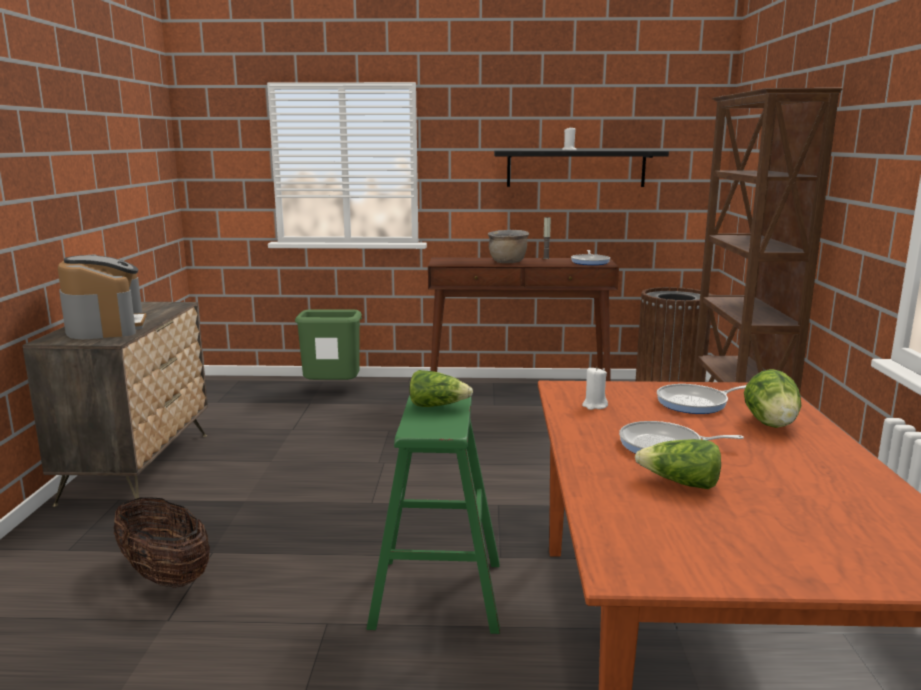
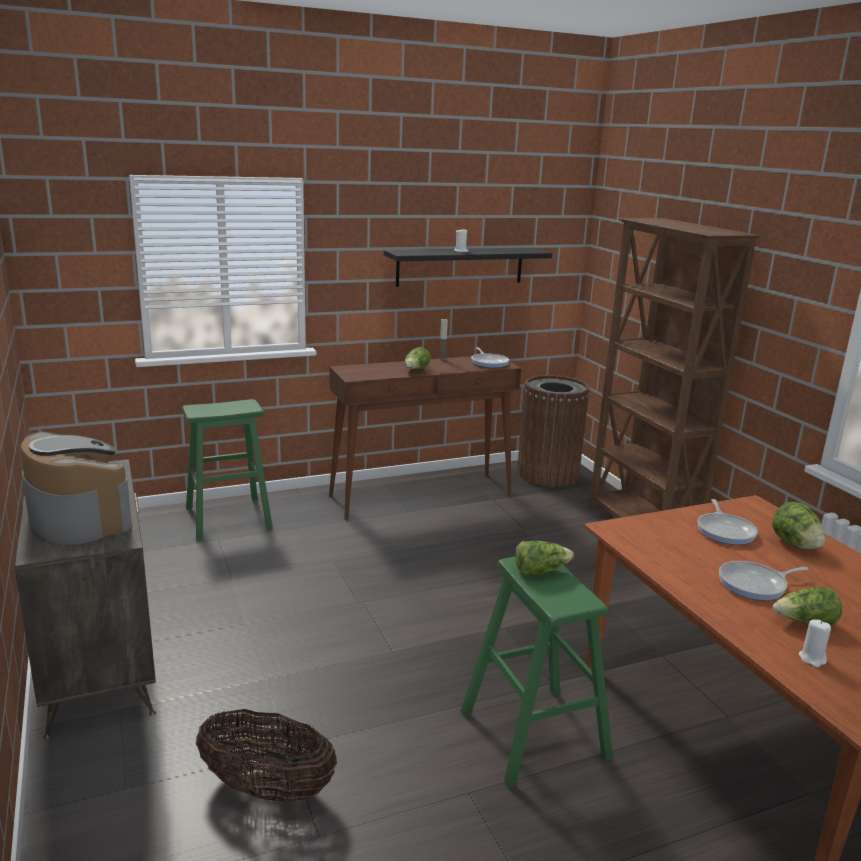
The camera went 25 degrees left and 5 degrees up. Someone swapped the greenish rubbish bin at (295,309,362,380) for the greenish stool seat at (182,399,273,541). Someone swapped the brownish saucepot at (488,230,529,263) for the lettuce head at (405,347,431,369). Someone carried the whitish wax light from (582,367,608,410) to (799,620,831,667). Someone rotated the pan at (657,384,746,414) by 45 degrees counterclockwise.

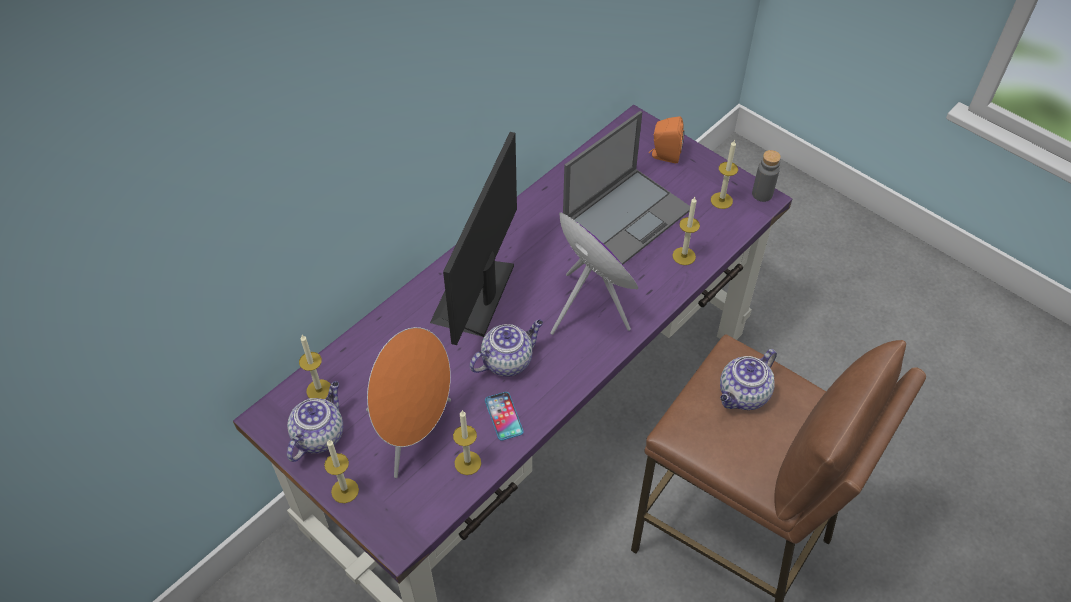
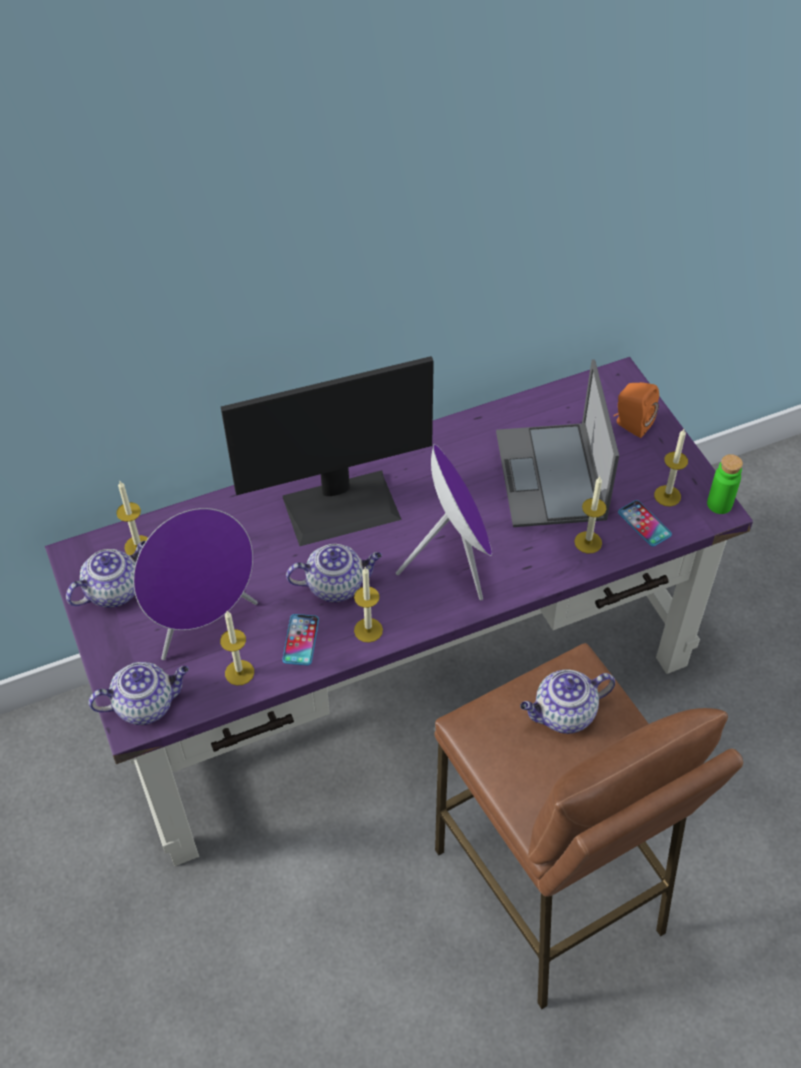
The camera went 25 degrees right and 0 degrees up. Someone carried the wax light from (324,440,359,503) to (354,567,383,643). Someone repainted the orange loudspeaker at (366,327,451,478), which became the purple loudspeaker at (133,508,258,660). Someone rotated the monitor at (430,132,517,345) by 150 degrees counterclockwise. Someone rotated the laptop at (563,111,690,265) by 105 degrees clockwise. Someone repainted the gray beverage bottle at (752,150,781,202), which became the greenish beverage bottle at (707,454,743,514). Someone put down the pot for tea at (88,662,189,725). Someone put down the phone at (618,500,672,546).

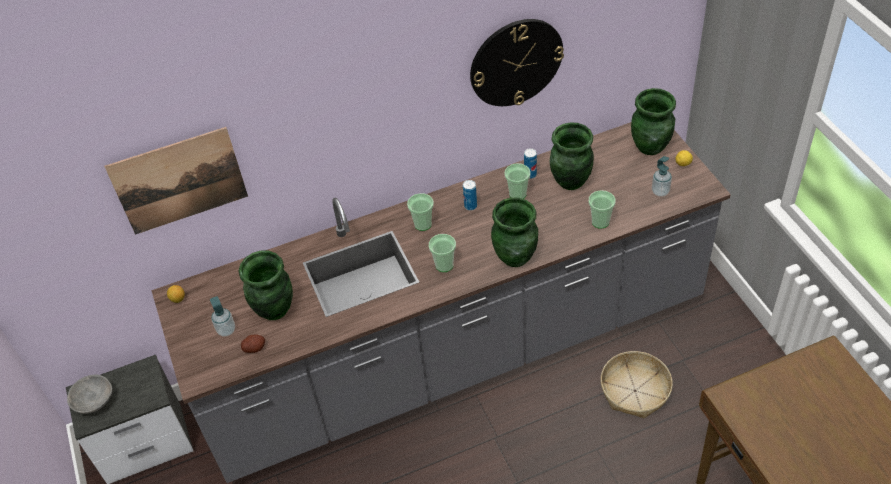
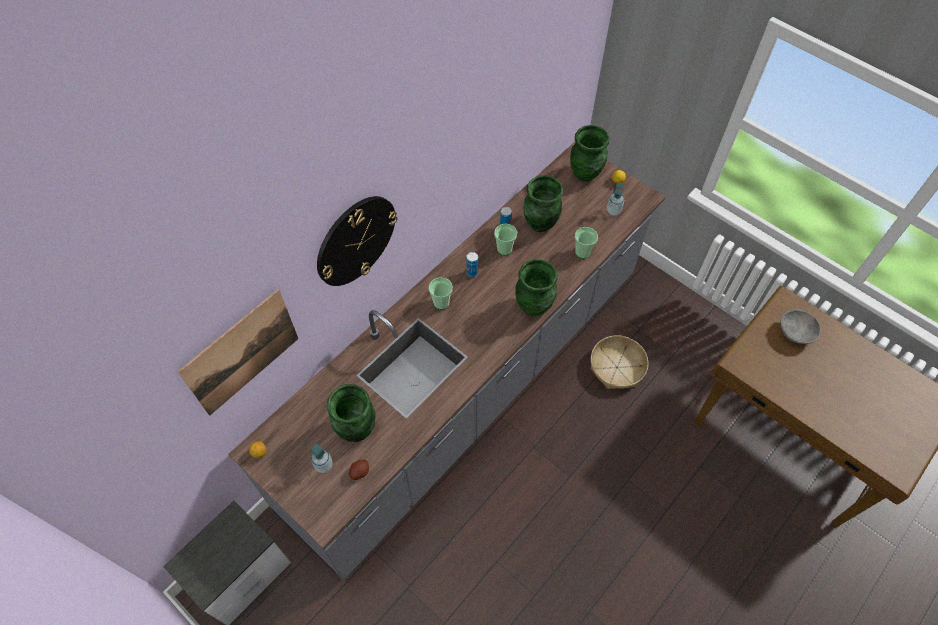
The camera went 30 degrees left and 10 degrees up. Someone carried the gray bowl from (67,375,112,414) to (780,309,821,344). Someone took away the small cup at (429,234,456,272). Someone carried the hanging clock from (470,19,564,106) to (317,196,397,286).

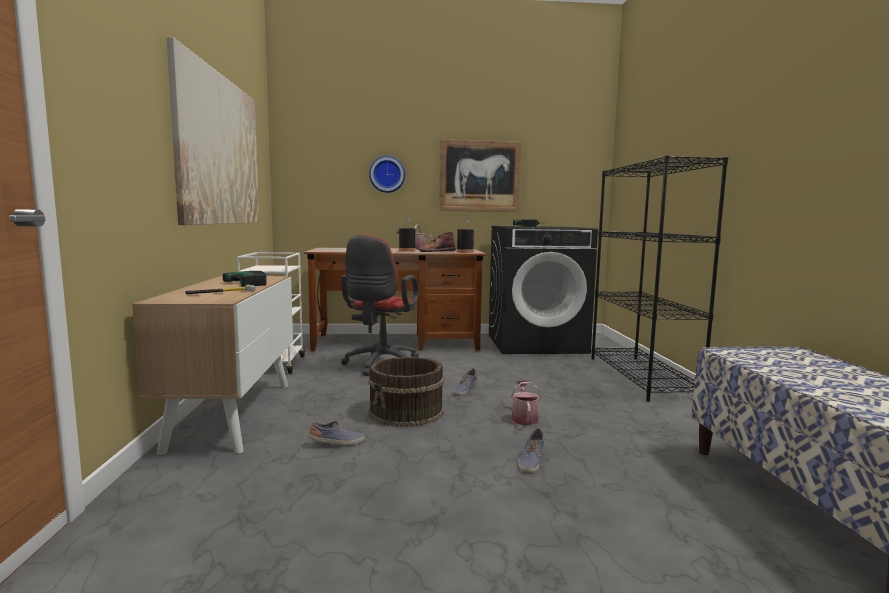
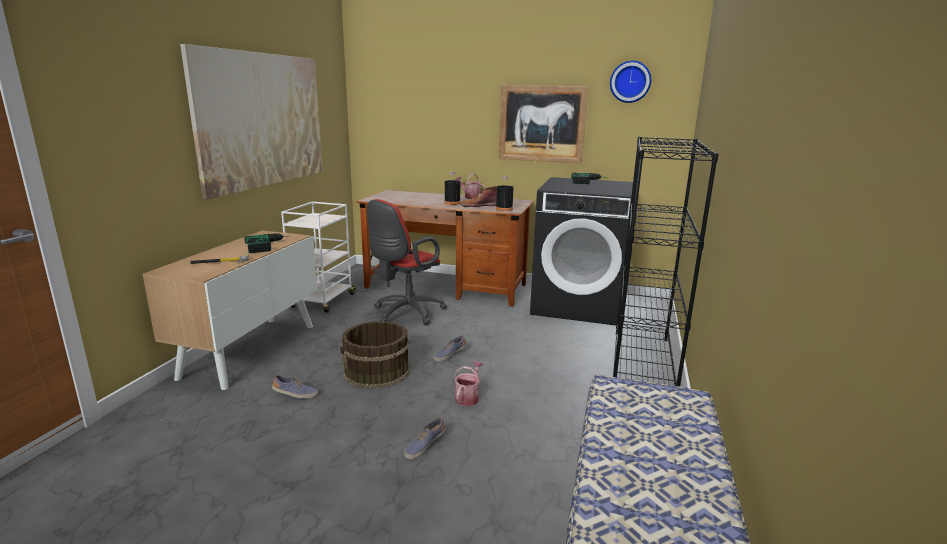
The camera went 20 degrees right and 10 degrees up. Someone carried the hanging clock from (369,156,405,193) to (610,61,651,103).

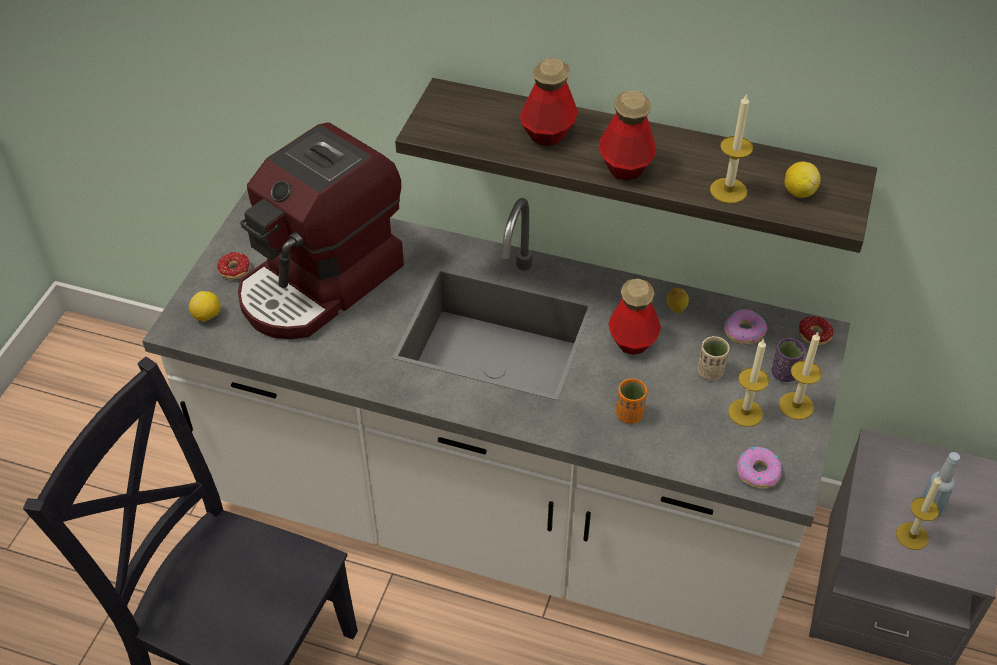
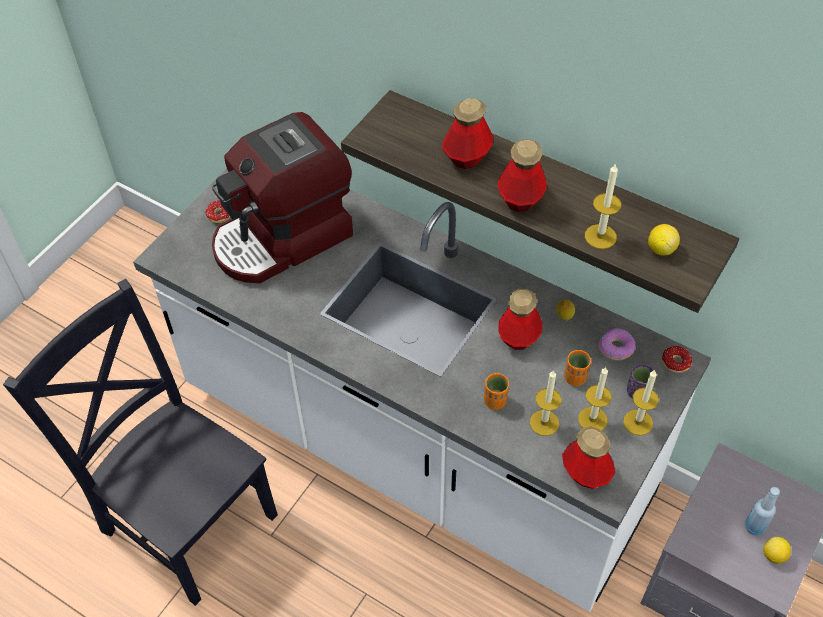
The camera went 15 degrees right and 5 degrees up. Someone carried the whole lemon from (189,291,221,322) to (763,537,791,564). Someone repainted the beige small cup at (697,336,730,380), which became the orange small cup at (564,350,591,386). Someone swapped the donut at (737,447,782,488) for the beverage bottle at (562,426,615,488). Someone carried the wax light from (896,477,941,550) to (530,370,562,436).

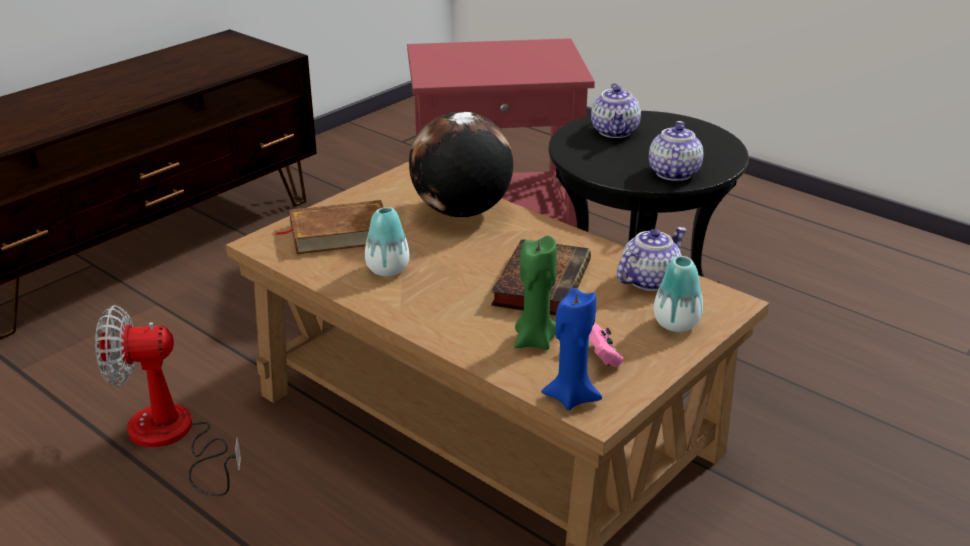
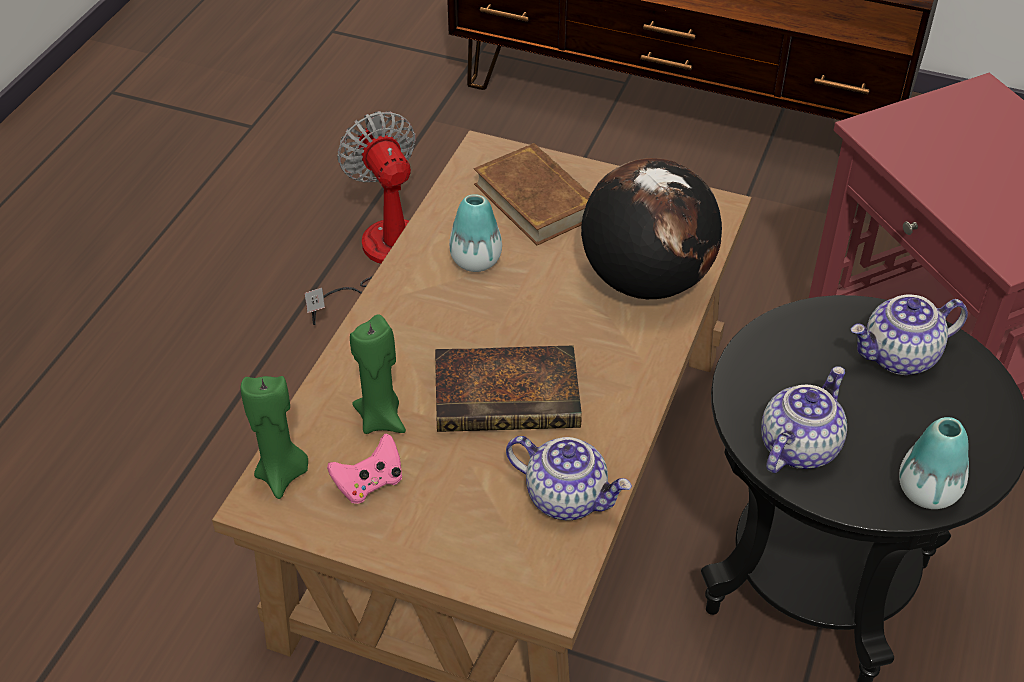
The camera went 70 degrees right and 15 degrees up. Someone repainted the blue wax light at (541,288,602,410), which became the greenish wax light at (241,376,308,499). Someone rotated the pot for tea at (649,121,703,181) by 45 degrees counterclockwise. Someone carried the vase from (654,256,703,332) to (899,417,969,509).

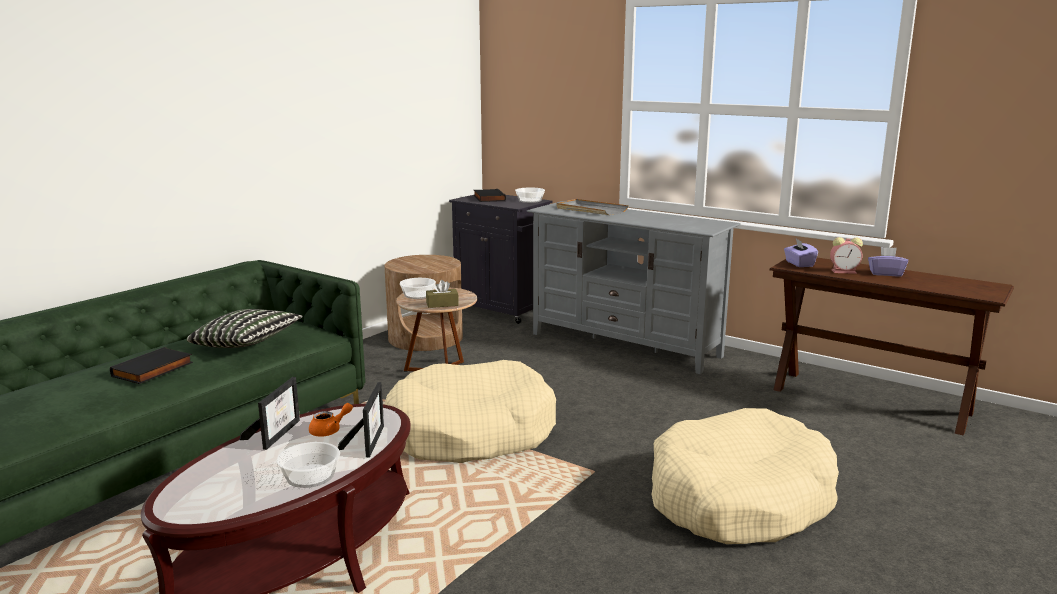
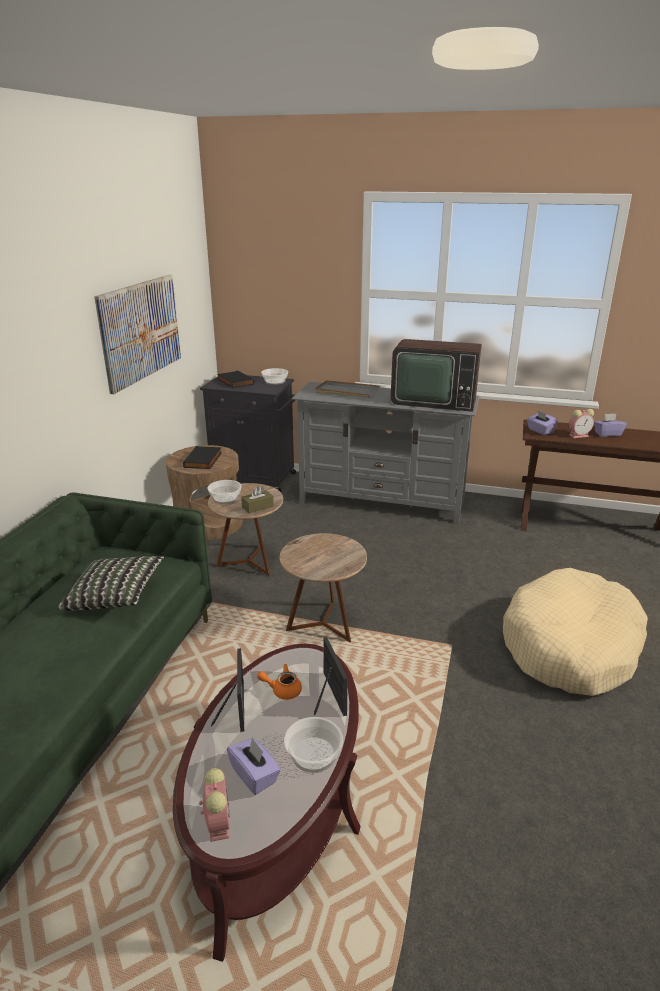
The camera went 20 degrees left and 10 degrees up. Someone carried the black-coloured book from (110,347,193,384) to (183,446,222,469). Someone rotated the orange pot for tea at (309,403,353,437) by 120 degrees counterclockwise. Someone swapped the beige dog cushion at (384,360,556,463) for the brownish accent table at (279,533,367,642). Someone put up the wall art at (94,275,181,394). Someone put down the bedside clock at (199,768,230,842). Someone put down the purple tissue holder at (227,737,281,795). Someone put down the TV set at (391,339,482,412).

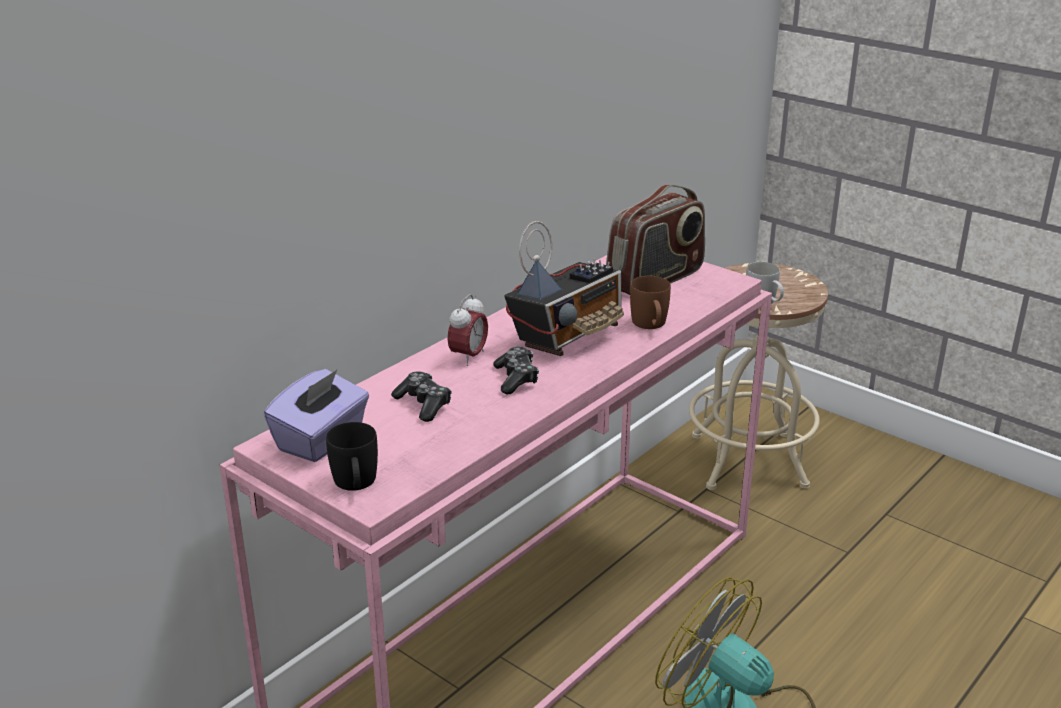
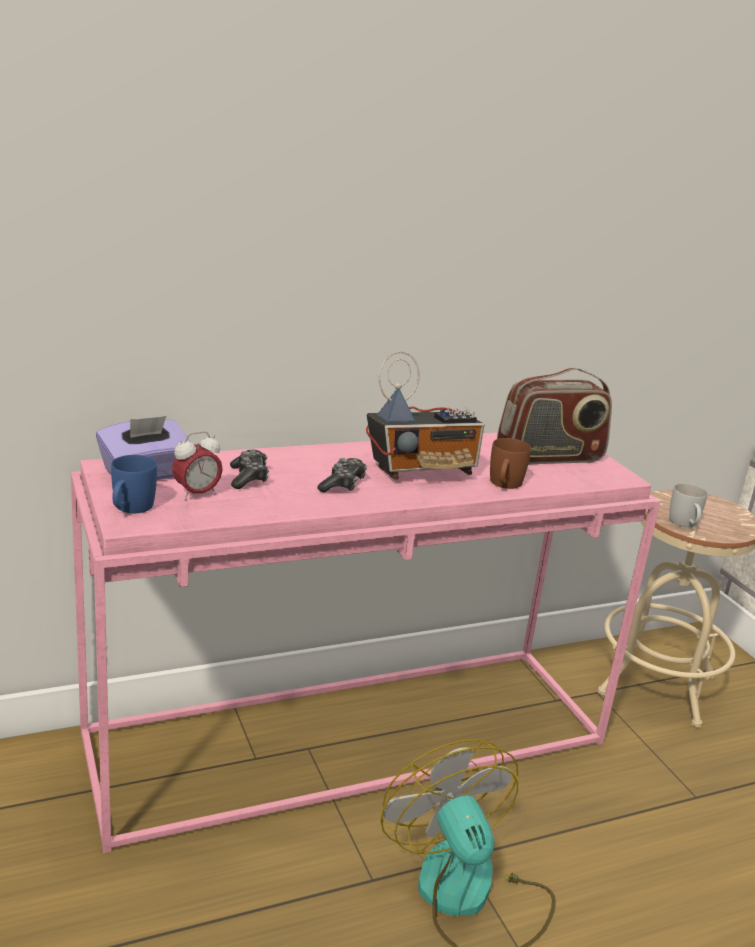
The camera went 25 degrees right and 5 degrees down. Someone repainted the black-coloured coffee mug at (326,422,378,491), which became the blue coffee mug at (111,455,157,513). Someone carried the bedside clock from (448,294,488,366) to (172,431,223,501).

